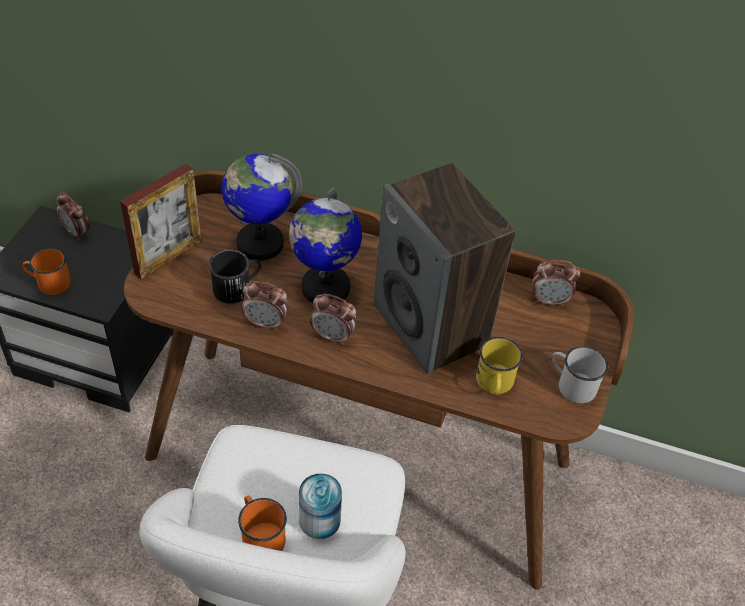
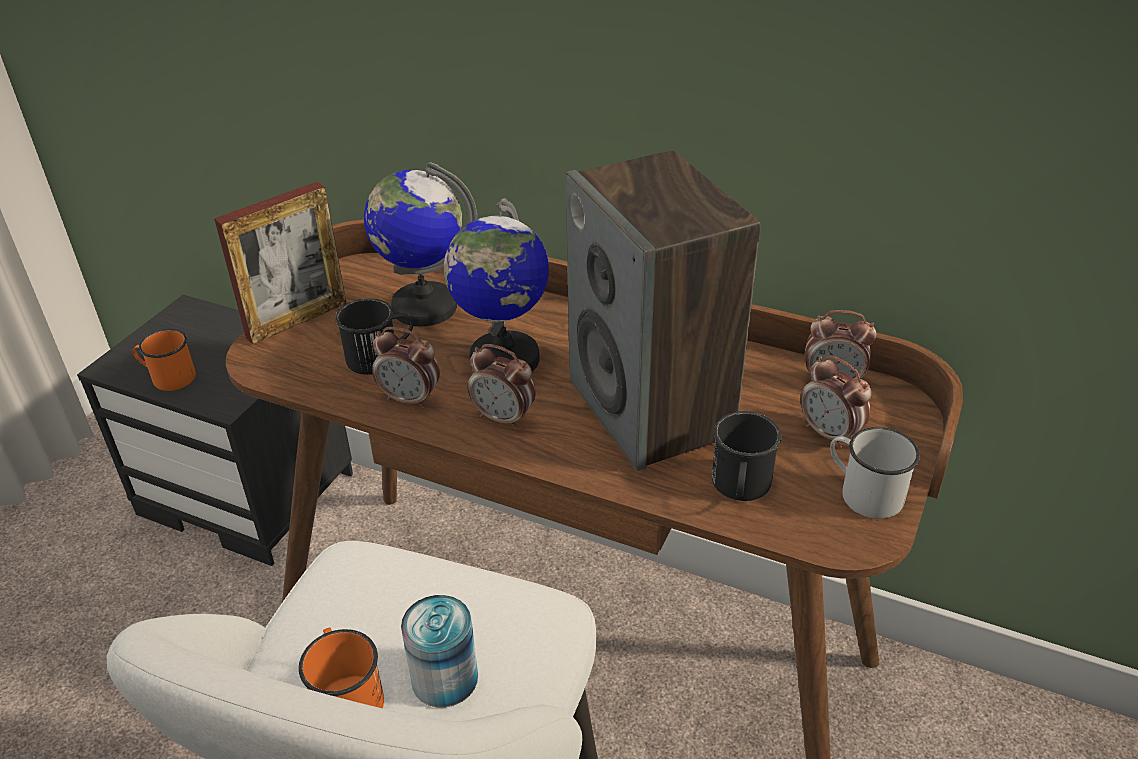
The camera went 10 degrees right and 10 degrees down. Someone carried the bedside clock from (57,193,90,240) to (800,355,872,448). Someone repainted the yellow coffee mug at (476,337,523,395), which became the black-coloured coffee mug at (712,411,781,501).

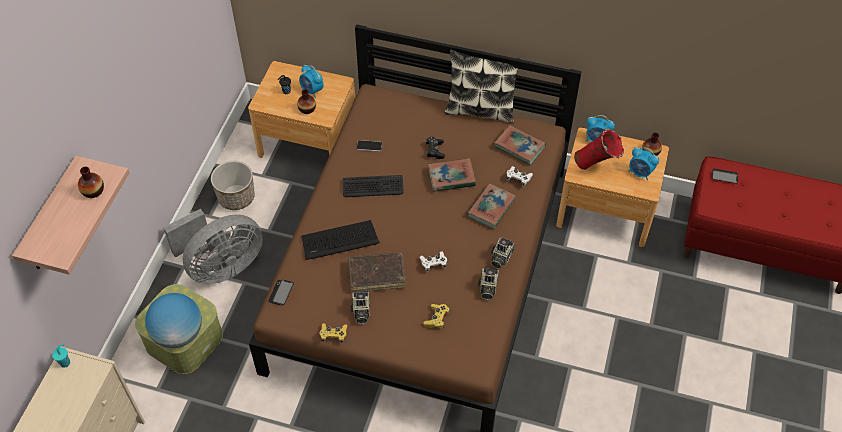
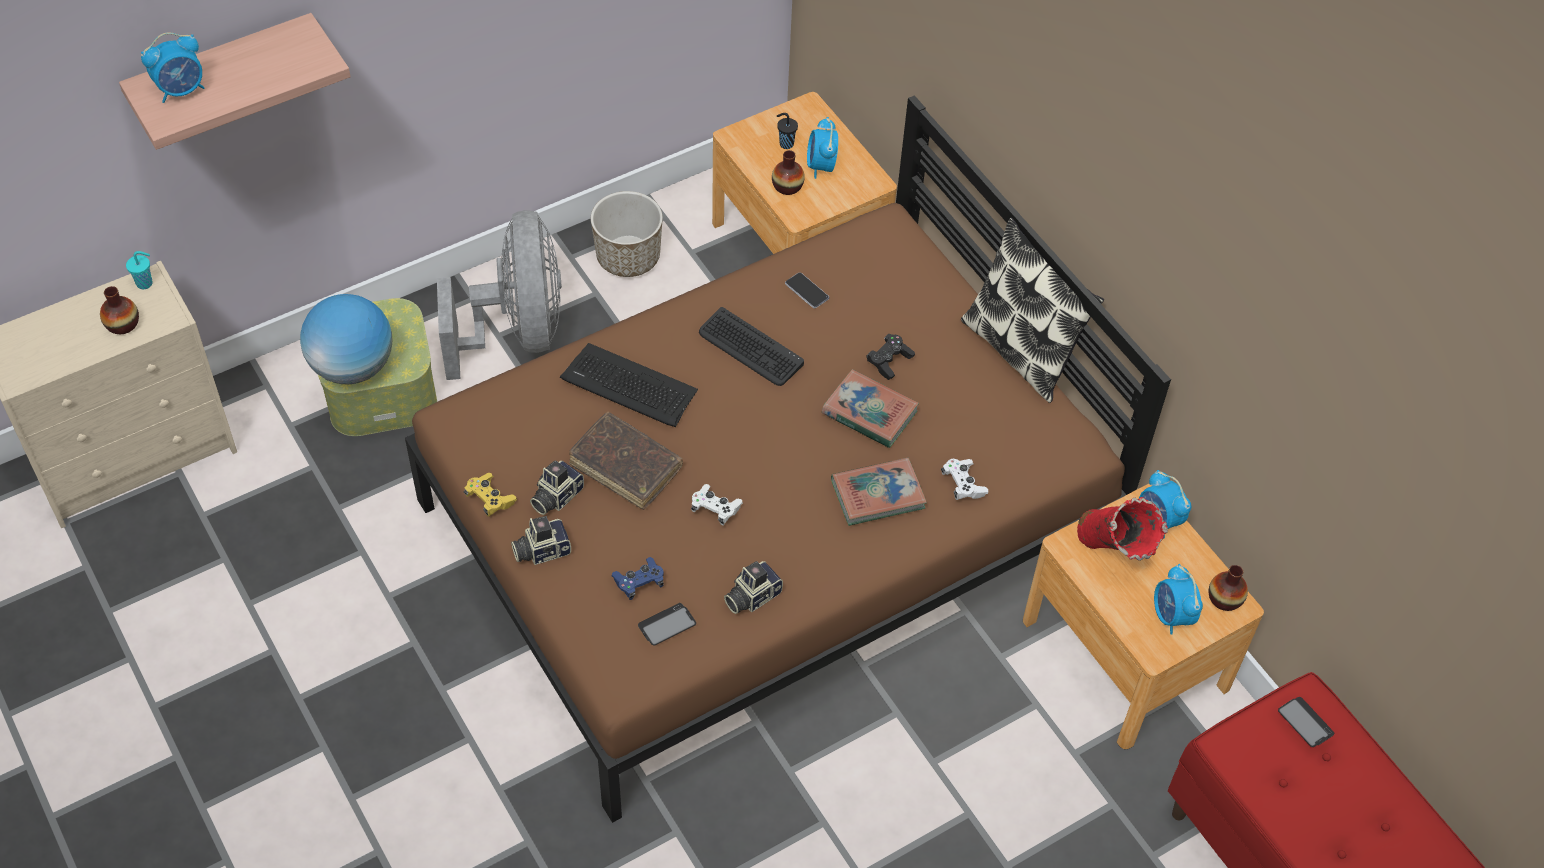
The camera went 40 degrees right and 0 degrees up. Someone carried the vase from (78,167,104,198) to (100,286,139,334). Someone rotated the gray electric fan at (163,209,263,284) by 105 degrees counterclockwise. Someone carried the phone from (268,280,294,305) to (638,603,696,646). Someone repainted the yellow gamepad at (423,304,450,329), which became the blue gamepad at (611,557,664,600). Someone carried the still camera from (491,237,515,269) to (511,516,571,565). Someone took away the book at (495,125,546,165). Someone put down the bedside clock at (141,32,204,103).

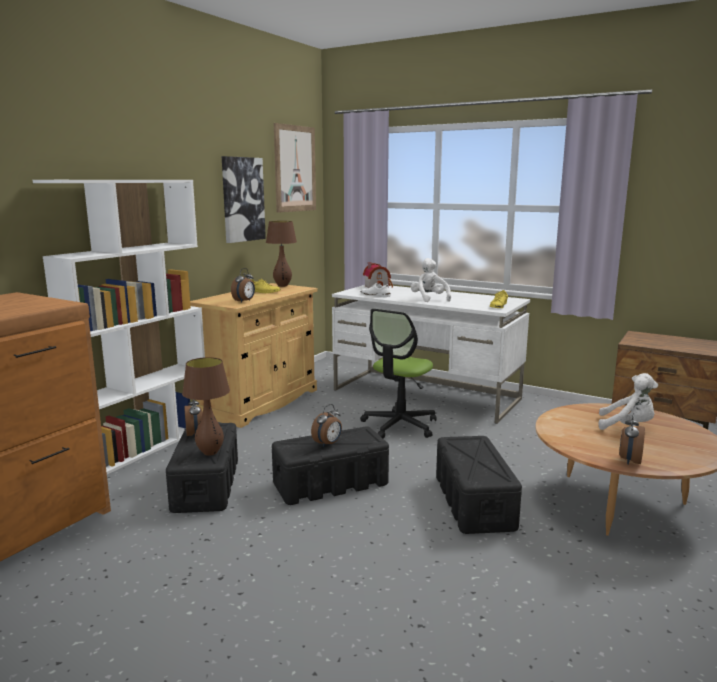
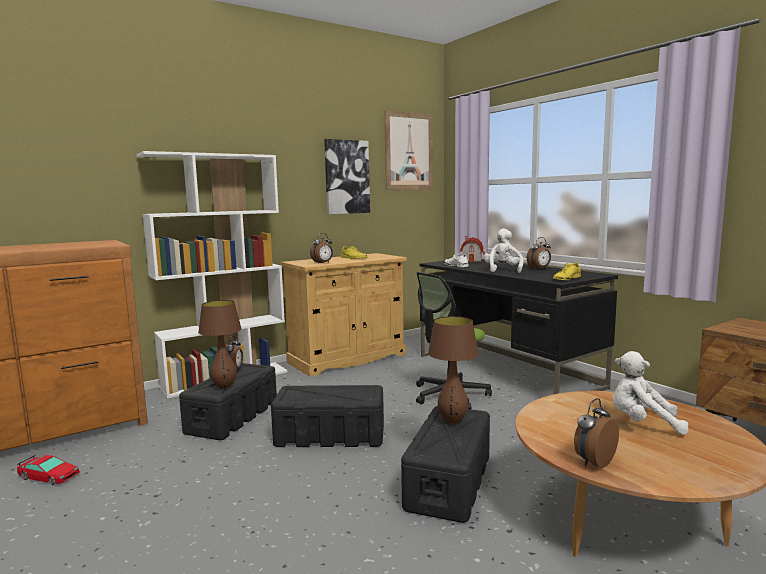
The camera went 25 degrees right and 5 degrees down. Someone carried the brownish lamp for a table from (266,221,297,287) to (428,316,479,424). Someone carried the bedside clock from (311,404,342,447) to (527,237,551,269). Someone repainted the whitish desk at (332,285,530,424), which became the black-coloured desk at (420,259,618,394). Someone rotated the whitish soft toy at (598,373,658,430) by 150 degrees clockwise. Someone put down the miniature car at (17,455,80,485).

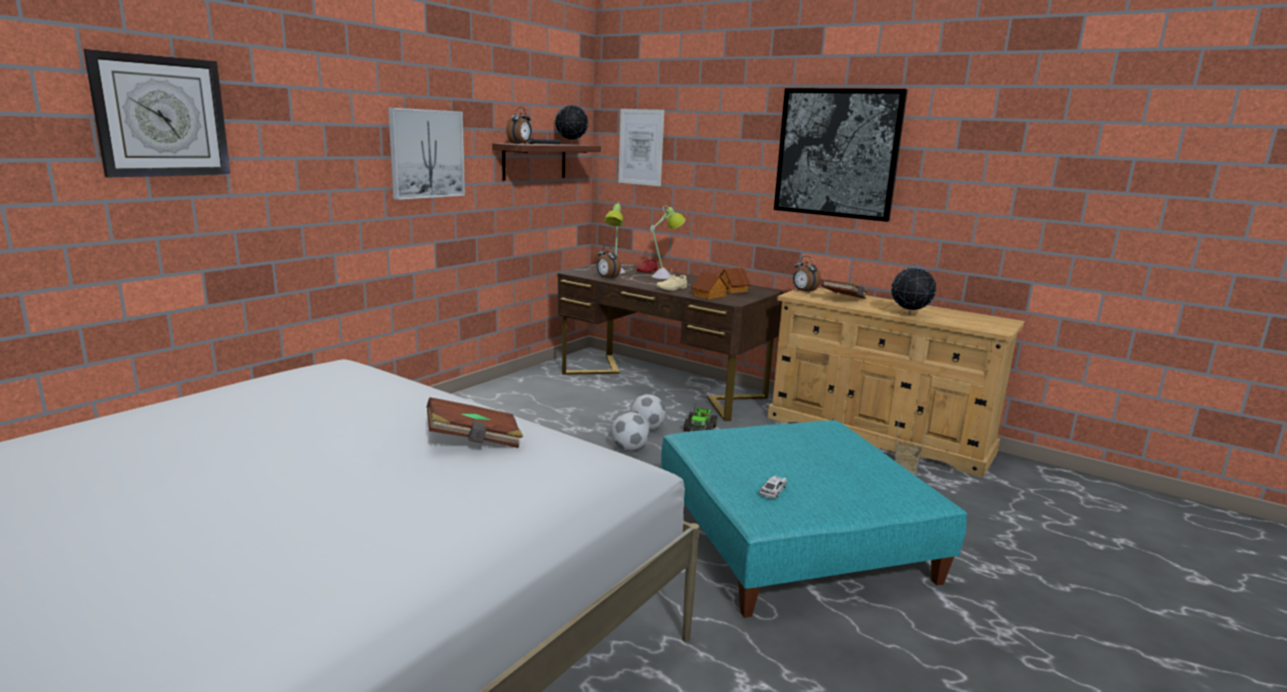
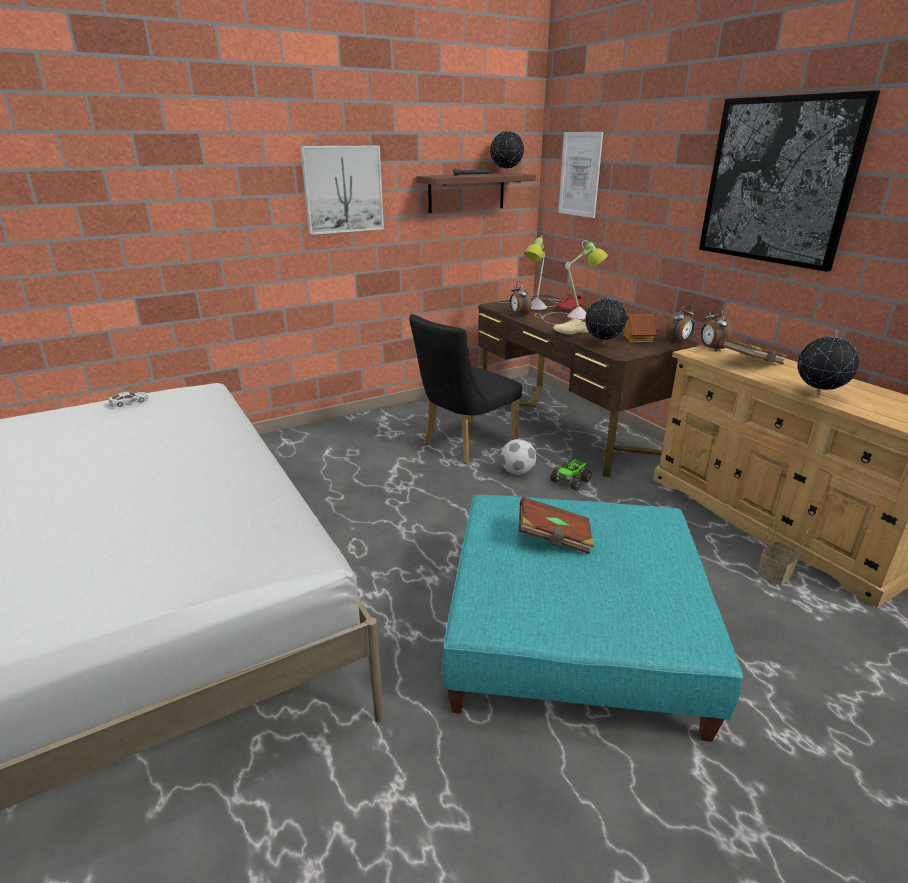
The camera went 25 degrees right and 10 degrees up. Someone took away the hanging clock at (84,49,231,177). Someone carried the brownish book from (426,397,523,448) to (519,497,594,554). Someone carried the bedside clock from (506,107,532,144) to (666,304,695,344). Someone took away the ball for football at (611,412,650,451). Someone swapped the toy house at (691,271,729,300) for the desk globe at (585,294,627,345). Someone carried the miniature car from (760,475,787,499) to (107,392,149,407). Someone put down the black-coloured upright chair at (409,314,522,464).

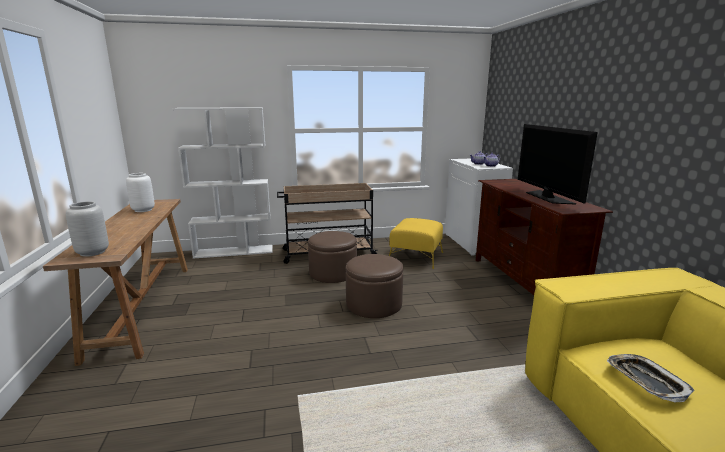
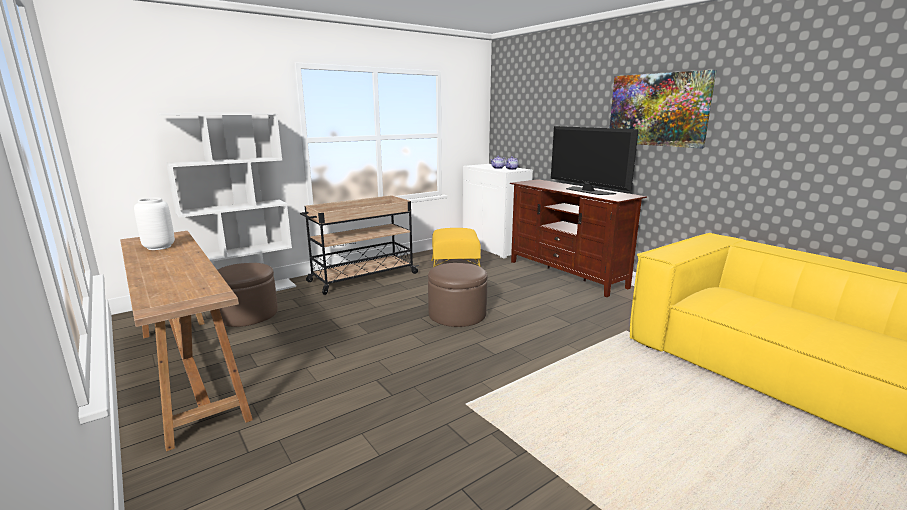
The camera went 25 degrees left and 0 degrees up. Someone took away the gray vase at (66,201,109,257). Someone carried the brownish ottoman from (308,231,357,283) to (217,263,278,327). Someone took away the carrying tray at (607,354,695,402). Someone put up the wall art at (610,70,717,149).

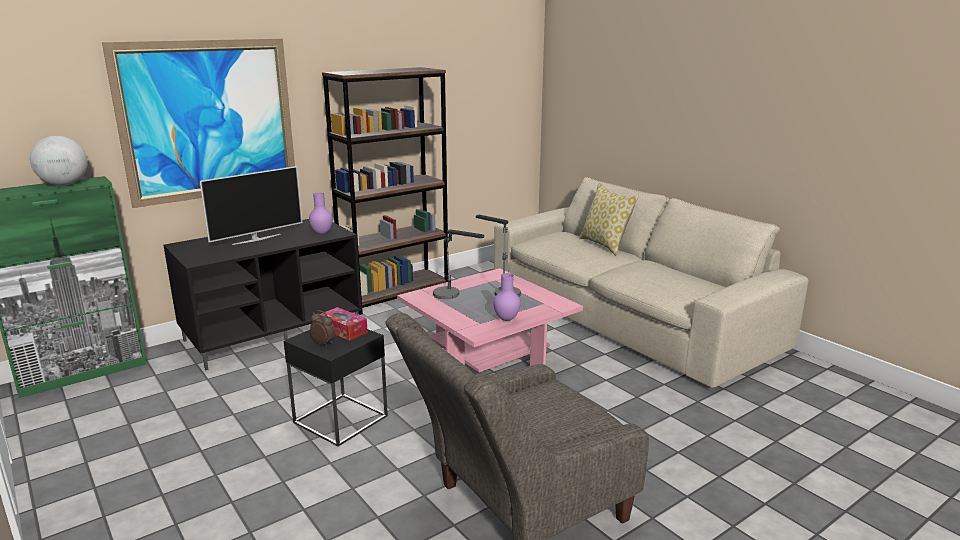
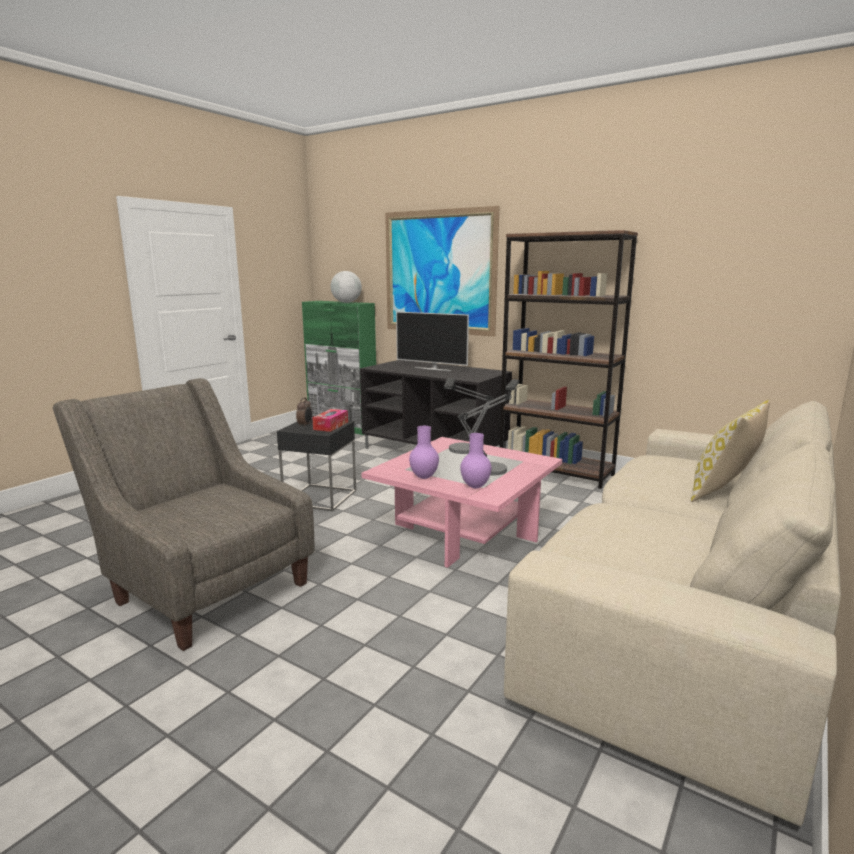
The camera went 70 degrees right and 5 degrees down. Someone carried the purple vase from (309,192,333,234) to (460,433,491,488).

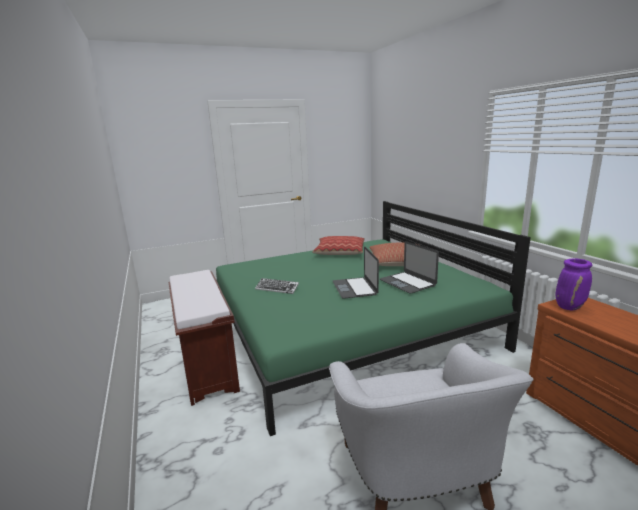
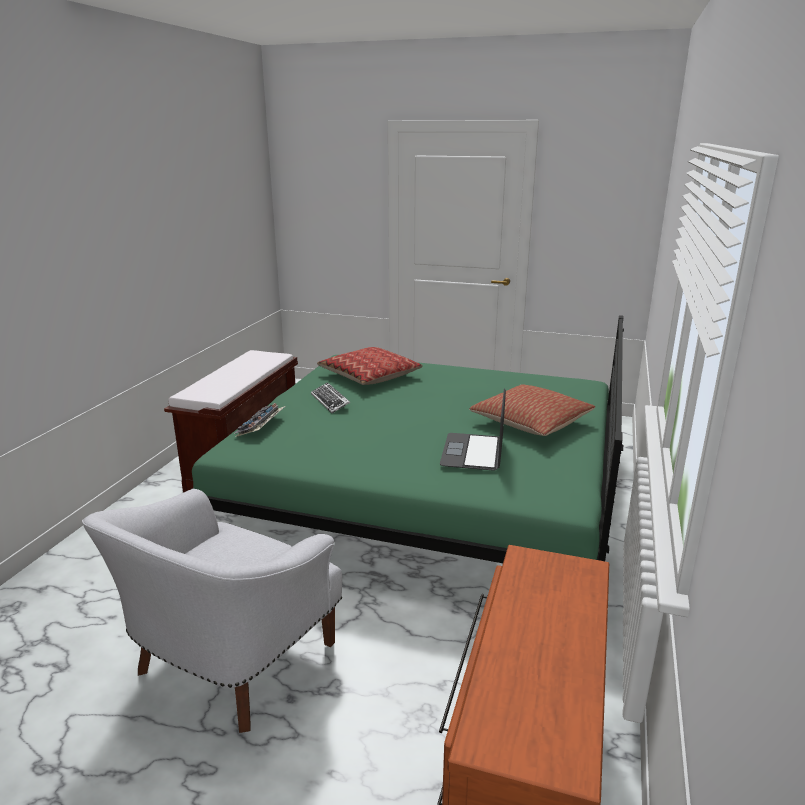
The camera went 40 degrees right and 5 degrees up. Someone carried the cushion from (312,236,365,255) to (317,347,423,385). Someone took away the laptop at (333,246,379,299). Someone took away the purple vase at (555,258,592,310). Someone put down the computer keyboard at (234,403,286,437).

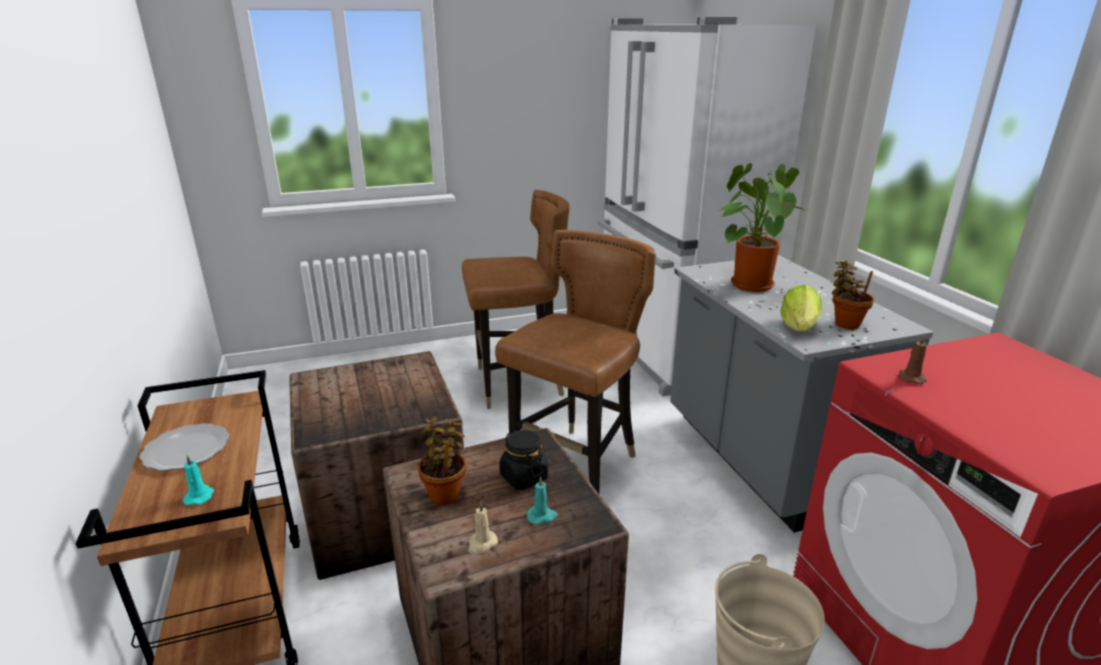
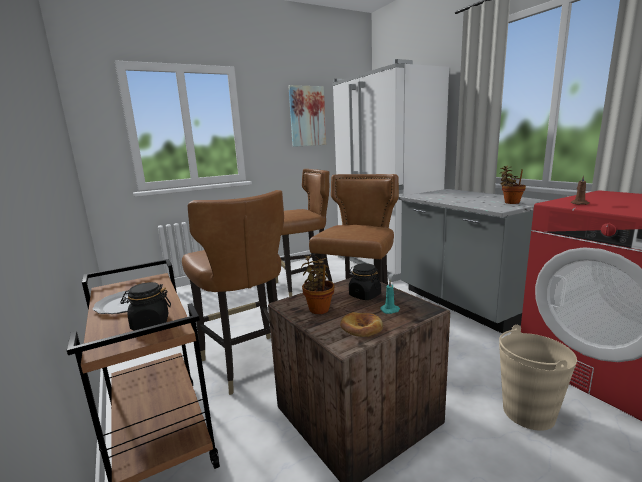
The camera went 10 degrees left and 10 degrees down. Someone swapped the blue-green wax light at (183,455,214,505) for the black-coloured storage jar at (120,282,171,330). Someone swapped the crate at (289,351,464,580) for the brownish upright chair at (182,190,284,395). Someone swapped the beige wax light at (468,501,498,554) for the bread at (340,312,383,337). Someone took away the houseplant at (718,163,804,292). Someone took away the lettuce head at (780,285,822,332). Someone put up the wall art at (289,85,326,147).

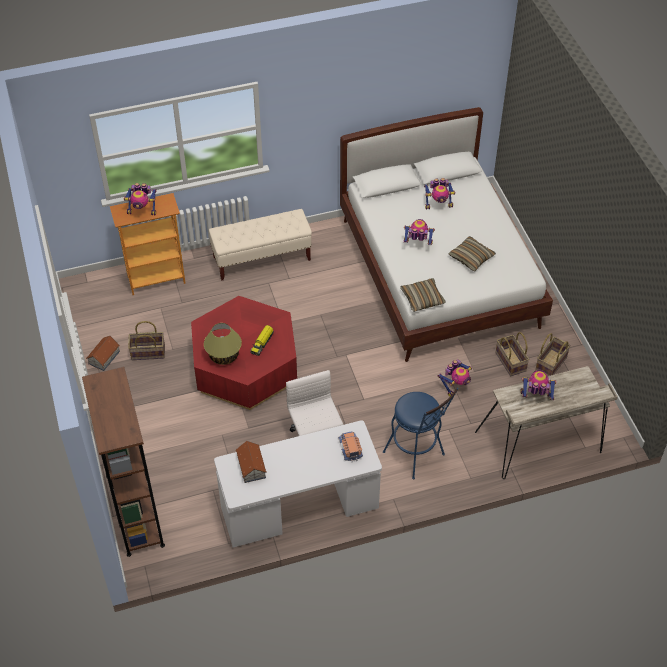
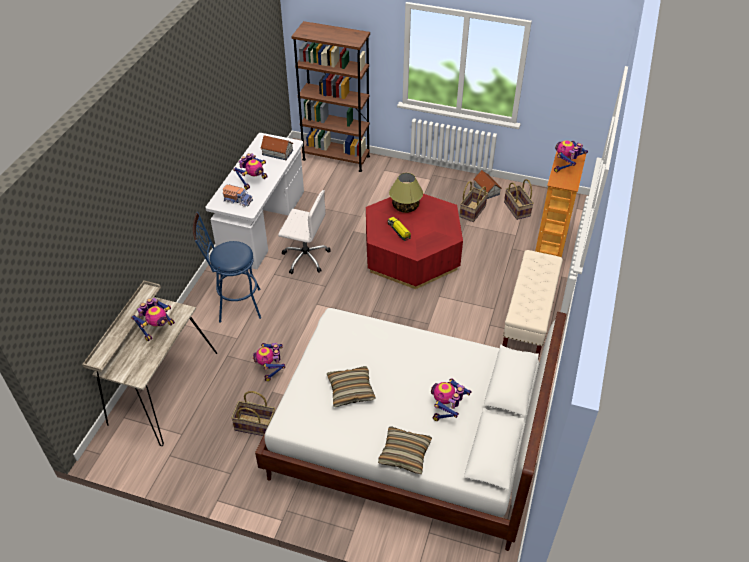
The camera went 125 degrees right and 5 degrees down. Someone carried the cushion from (400,278,446,312) to (378,427,432,474). Someone carried the model robot from (403,219,435,245) to (233,153,268,190). Someone carried the household basket from (535,333,571,376) to (504,179,534,220).

